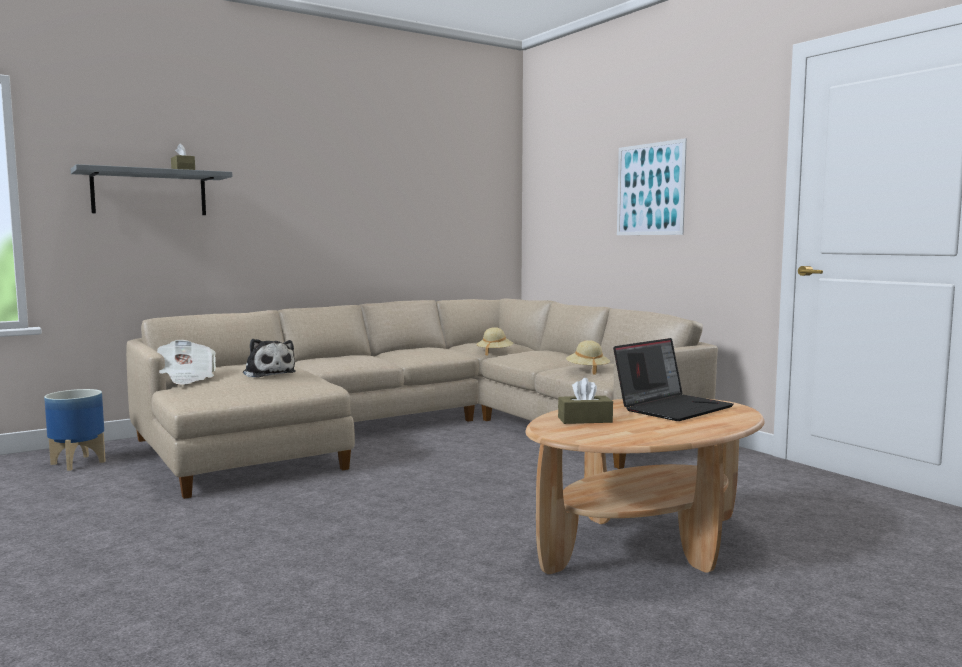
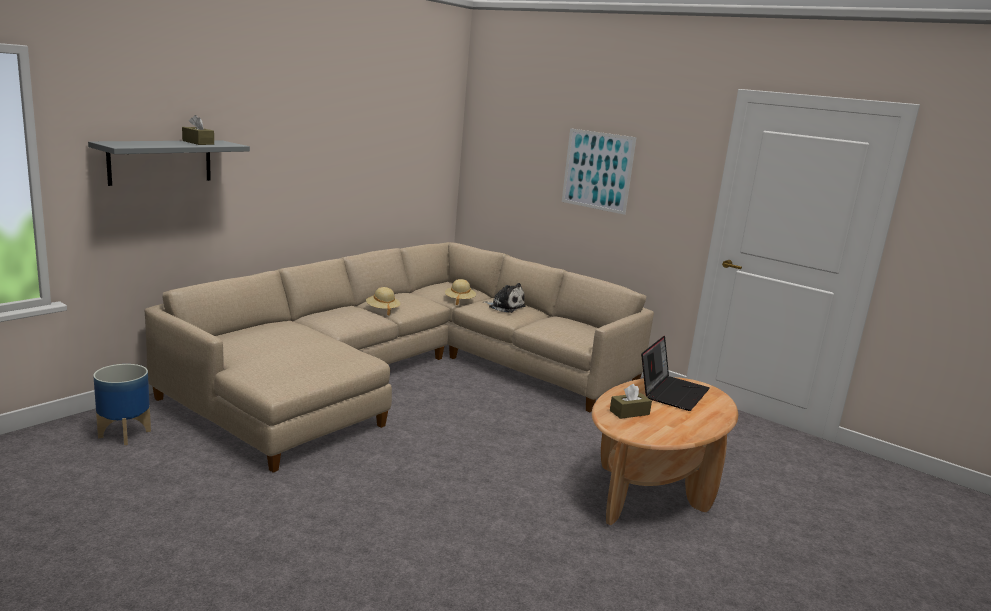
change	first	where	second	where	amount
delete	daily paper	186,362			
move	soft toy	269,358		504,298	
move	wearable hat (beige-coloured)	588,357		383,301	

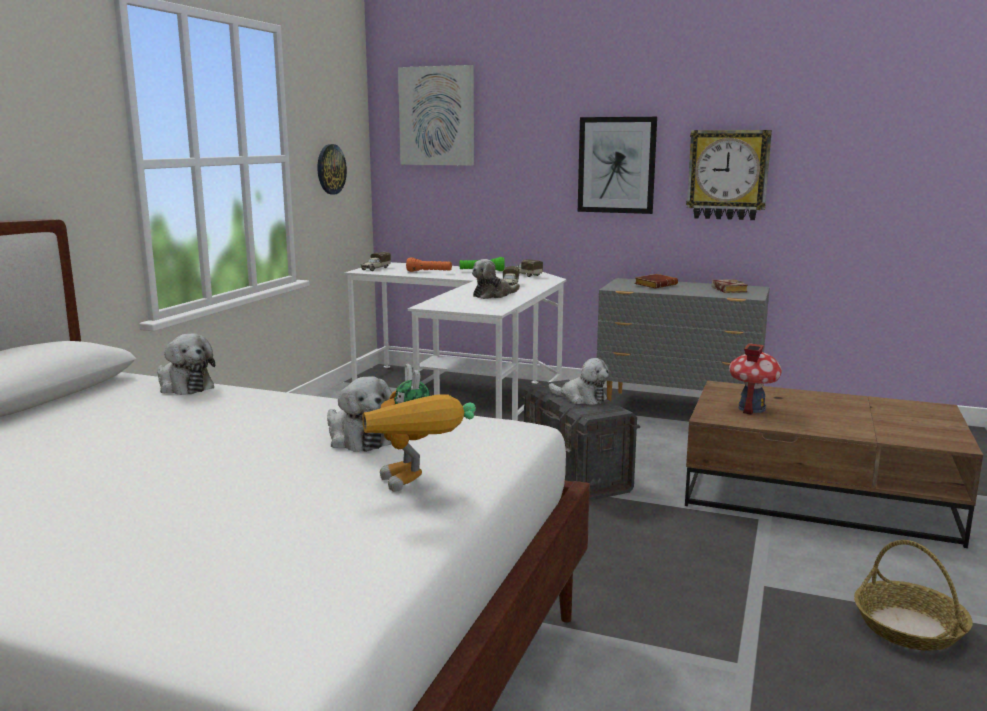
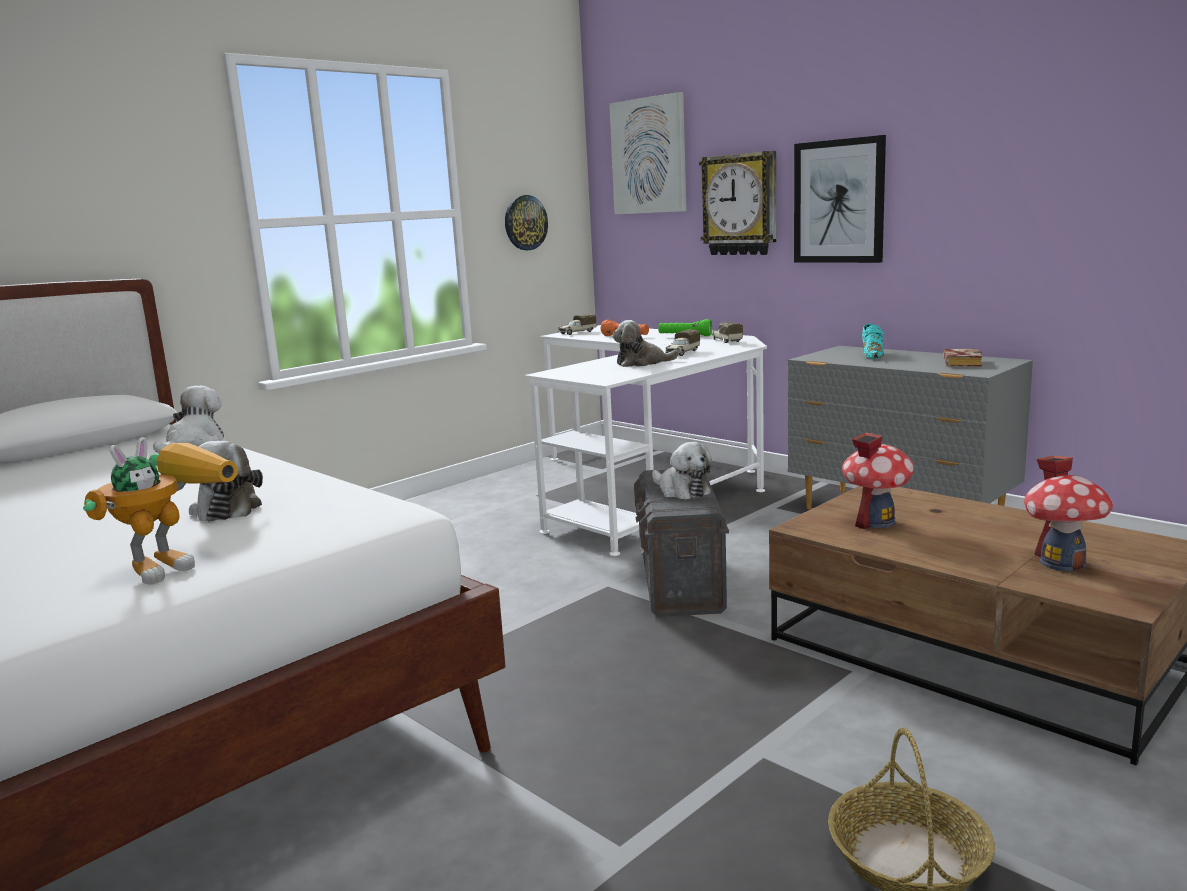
change	first	where	second	where	amount
insert			model house	1068,513	
move	clock on the wall	729,175		737,203	
replace	book (brown)	656,281	item of footwear (blue-green)	873,341	
rotate	soft toy	186,364		188,420	135 degrees counterclockwise
rotate	model robot	419,428		160,511	150 degrees counterclockwise

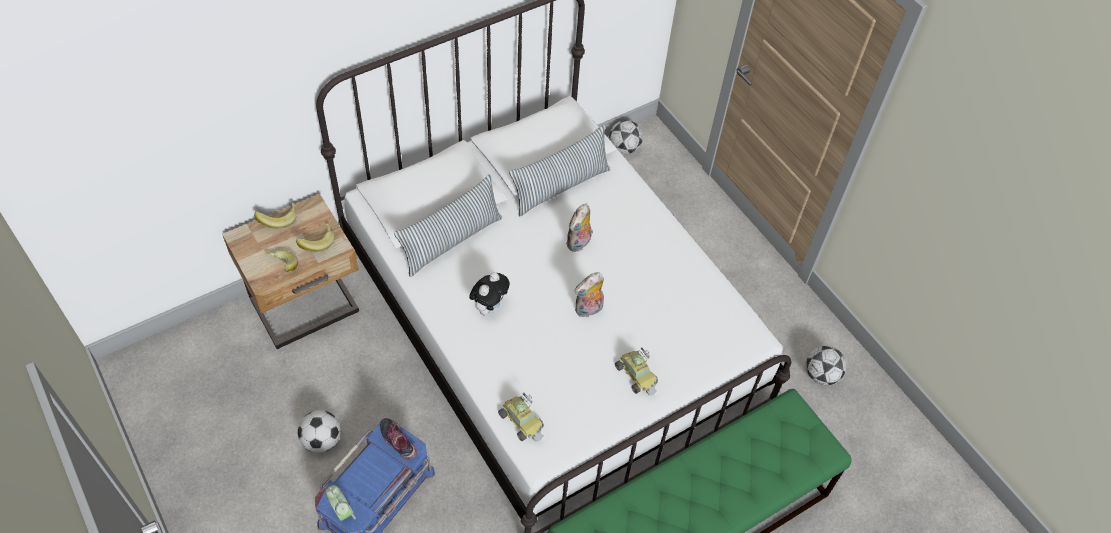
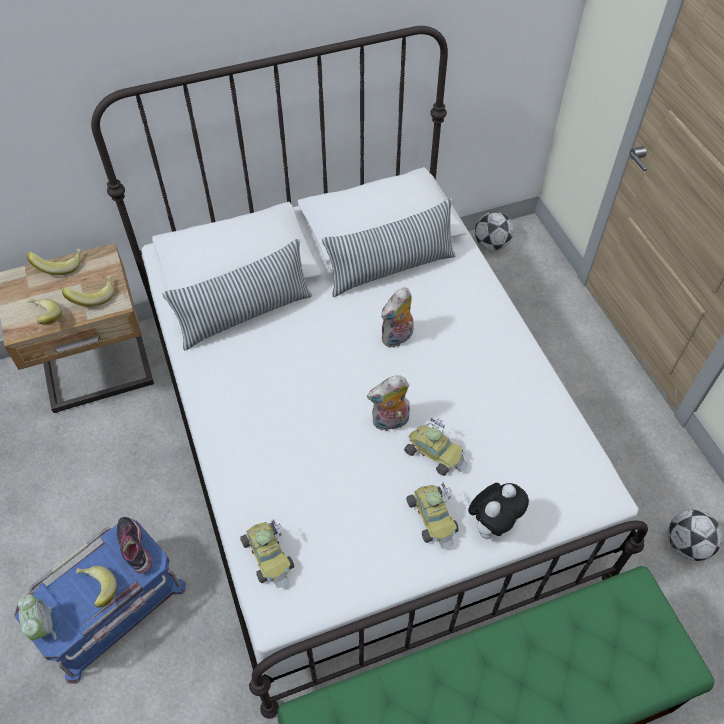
change	first	where	second	where	amount
delete	football ball	319,431			
insert			banana fruit	96,587	
insert			toy car	436,447	
move	soft toy	489,293		498,511	

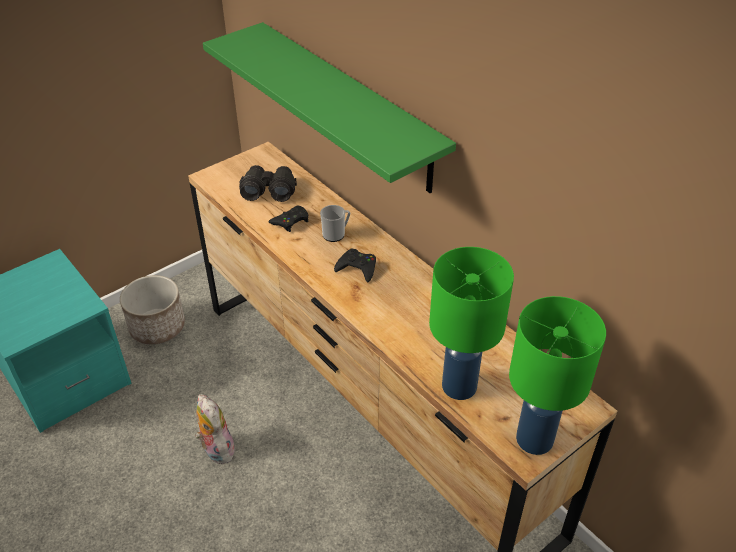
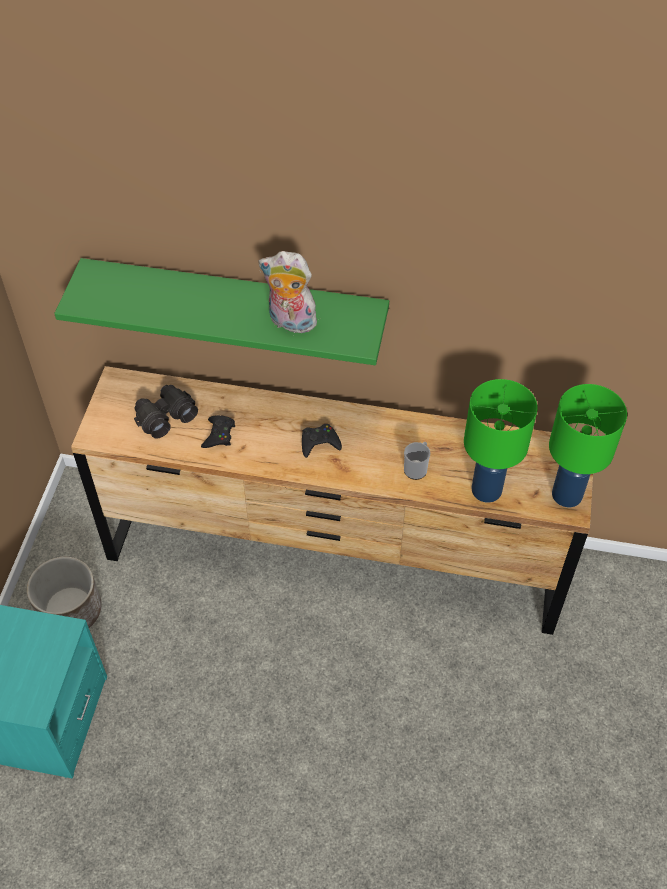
change	first	where	second	where	amount
move	soft toy	215,429		288,292	
move	coffee mug	335,223		417,461	

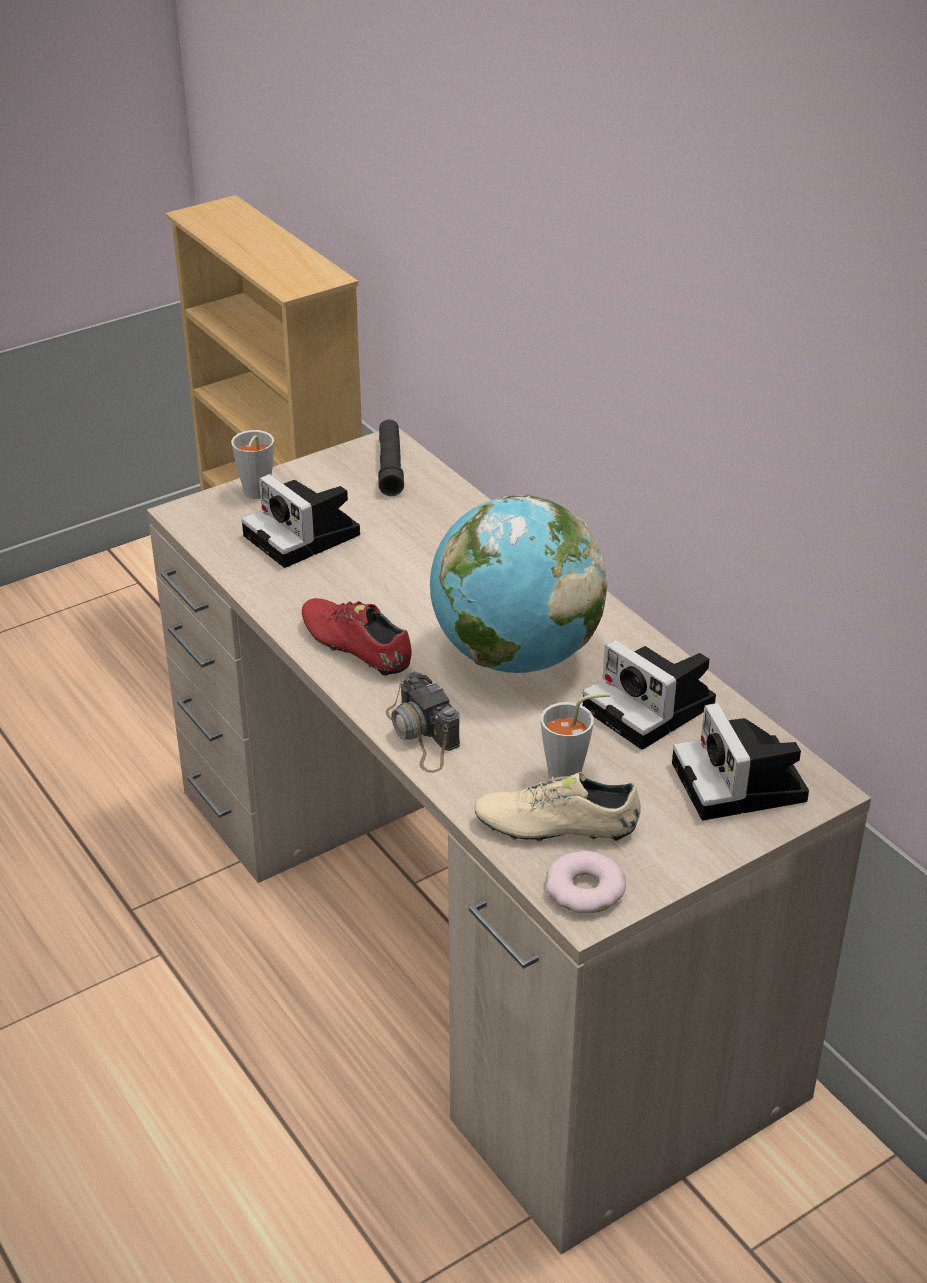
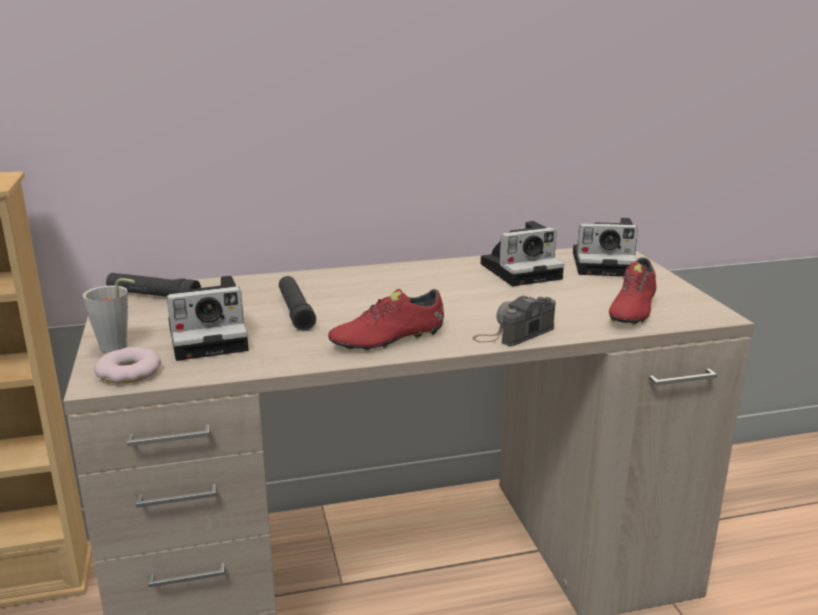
change	first	where	second	where	amount
delete	globe	518,584			
delete	drinking cup (gray)	575,736			
insert			torch (blackish)	297,303	
move	ring doughnut	586,881		127,365	
recolor	item of footwear (beige-coloured)	557,807	item of footwear (reddish)	632,291	
rotate	photo camera	422,722		514,321	150 degrees clockwise

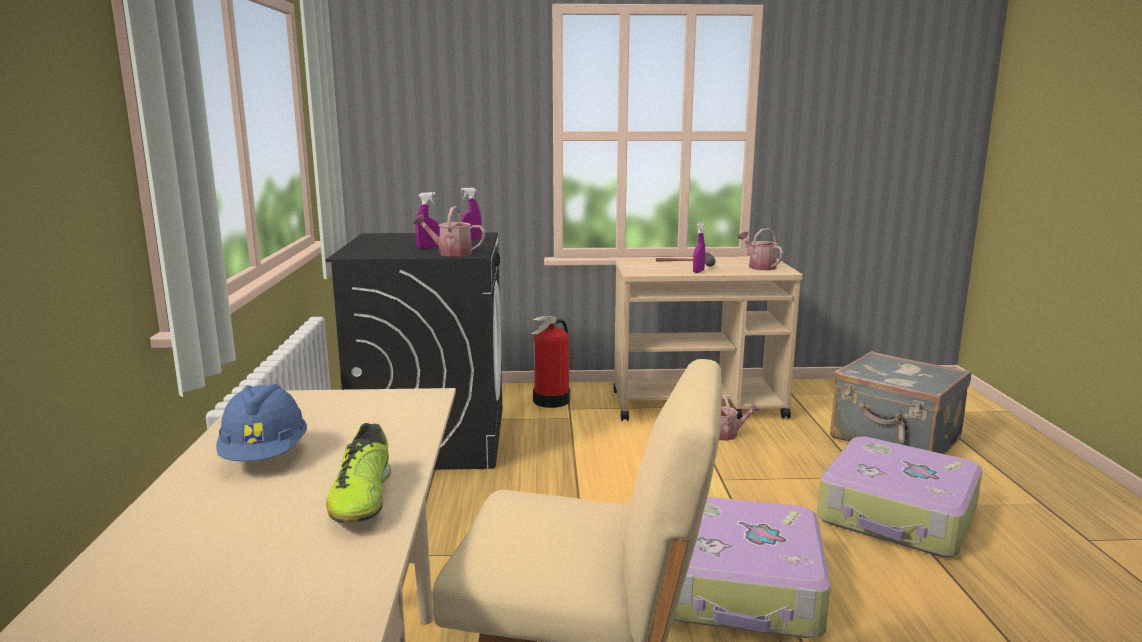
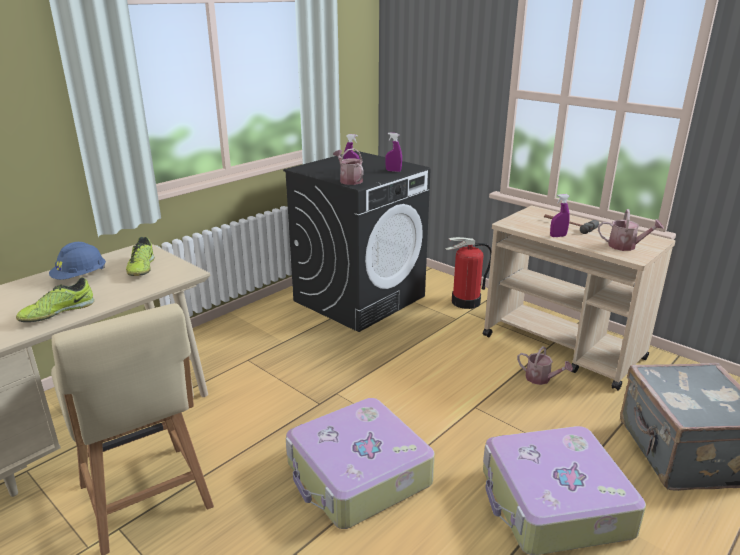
change	first	where	second	where	amount
insert			item of footwear	140,256	
rotate	watering can	760,249		631,230	90 degrees clockwise

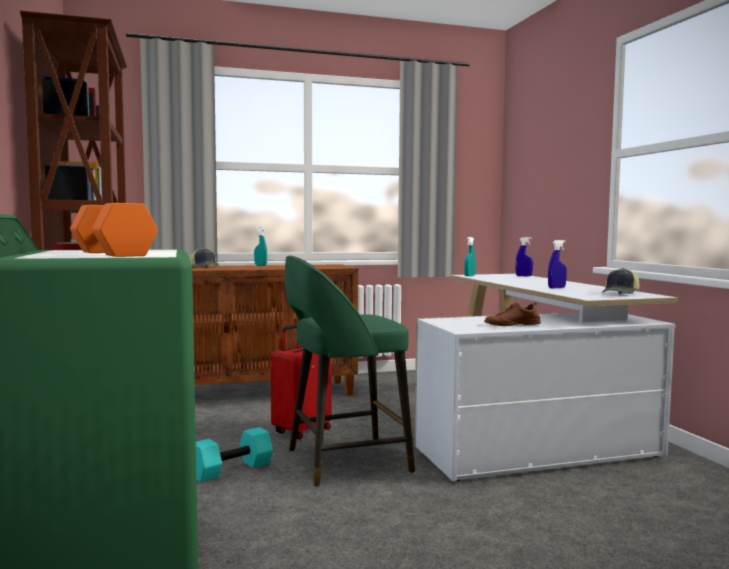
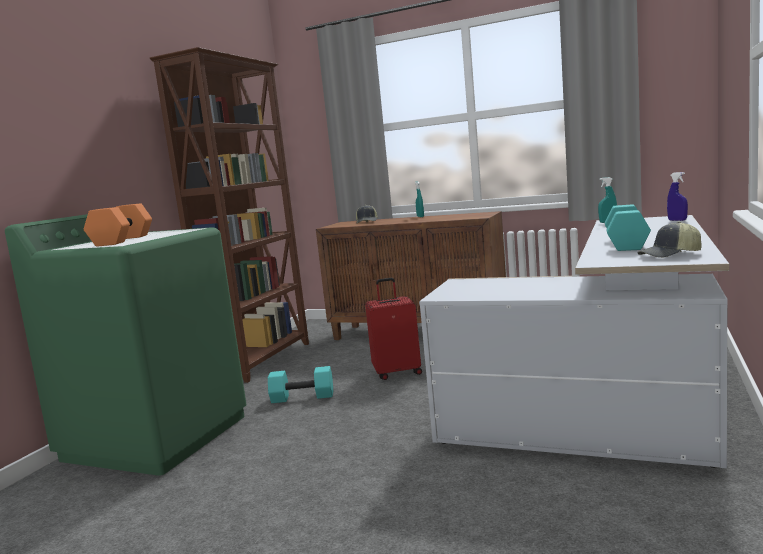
change	first	where	second	where	amount
delete	stool (green)	350,371			
delete	item of footwear (brown)	512,314			
replace	sprayer (blue)	557,264	dumbbell (blue-green)	628,227	

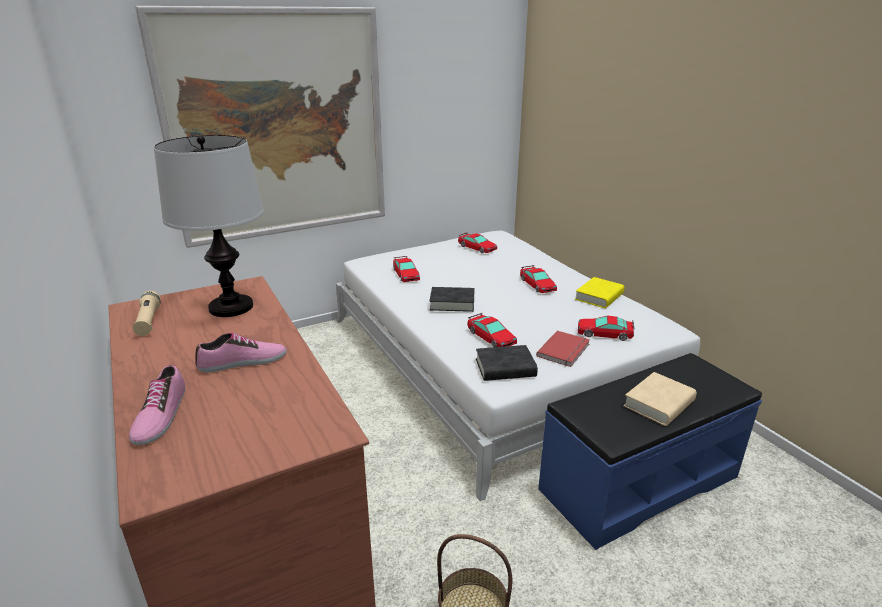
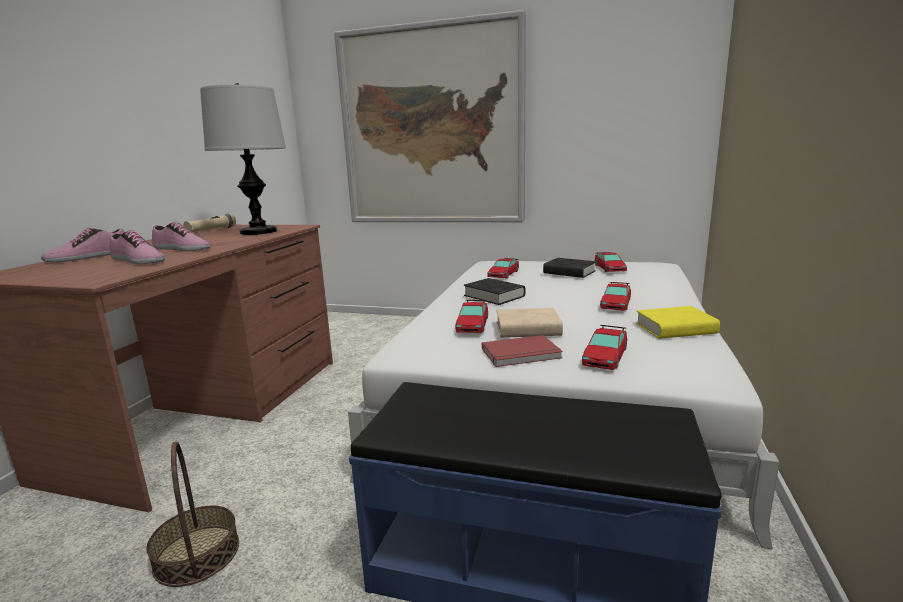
change	first	where	second	where	amount
insert			item of footwear	137,247	
move	book (blackish)	507,363		569,268	
move	book (beige-coloured)	660,399		529,323	
rotate	toy car	606,328		604,347	120 degrees counterclockwise

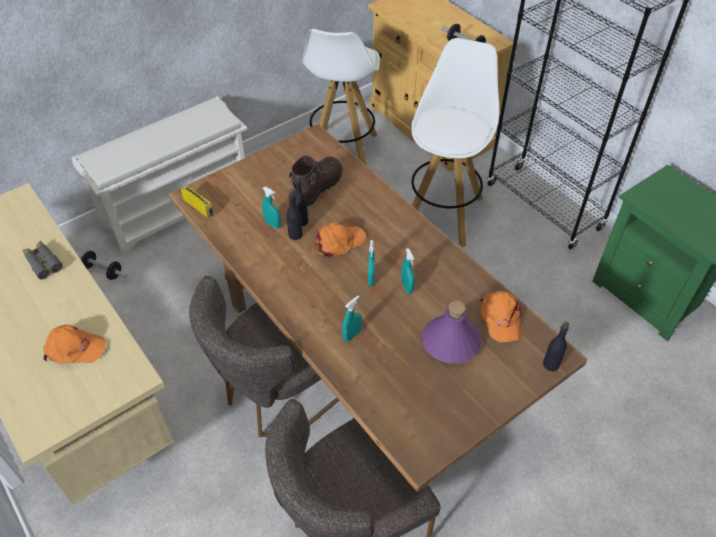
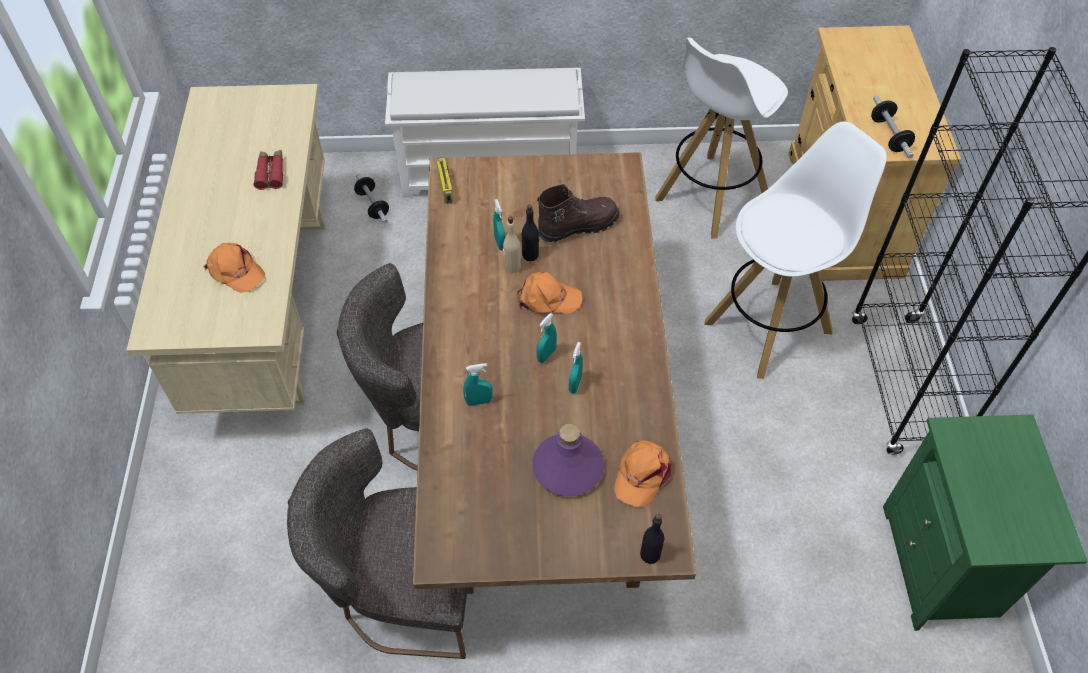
change	first	where	second	where	amount
recolor	binoculars (gray)	42,260	binoculars (reddish)	268,170	
recolor	drink bottle (blackish)	295,215	drink bottle (beige-coloured)	512,244	

